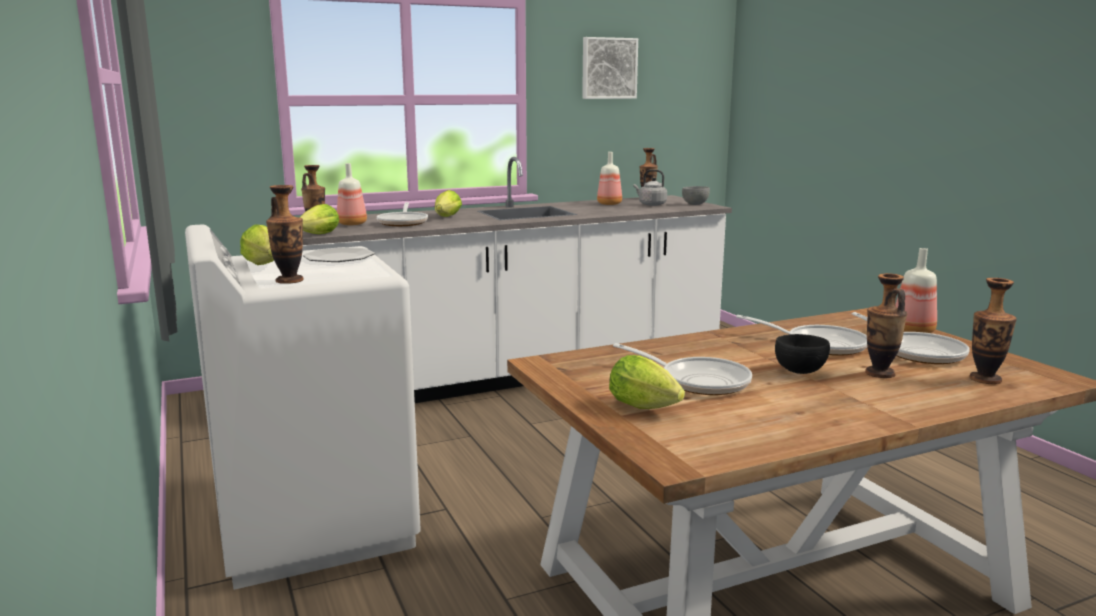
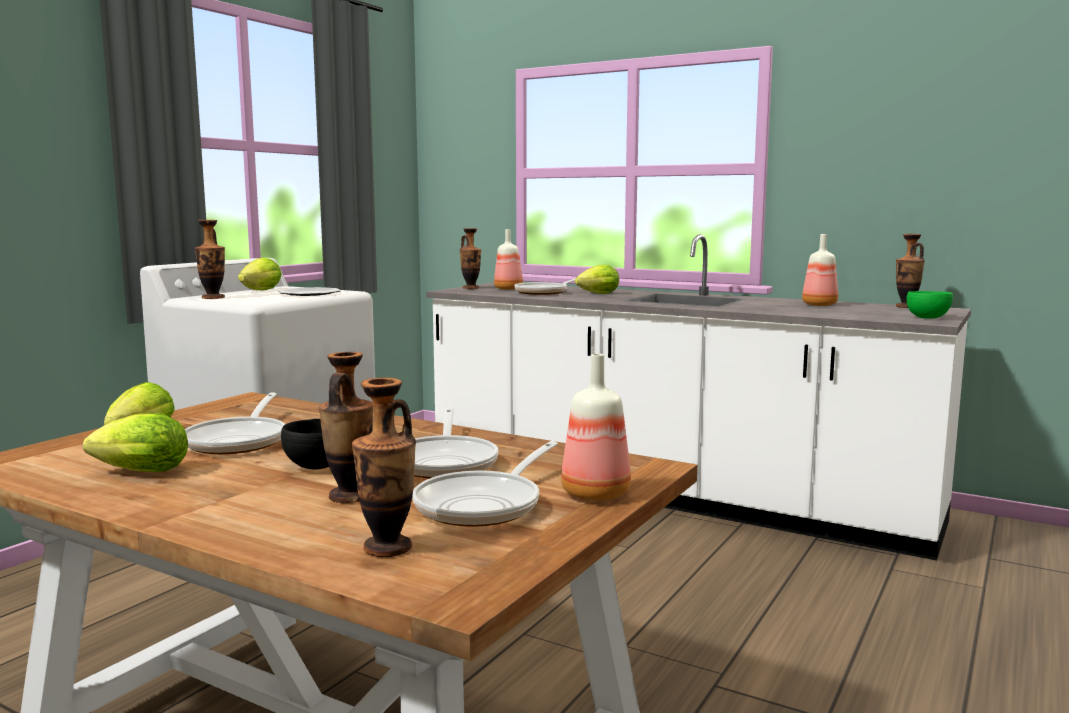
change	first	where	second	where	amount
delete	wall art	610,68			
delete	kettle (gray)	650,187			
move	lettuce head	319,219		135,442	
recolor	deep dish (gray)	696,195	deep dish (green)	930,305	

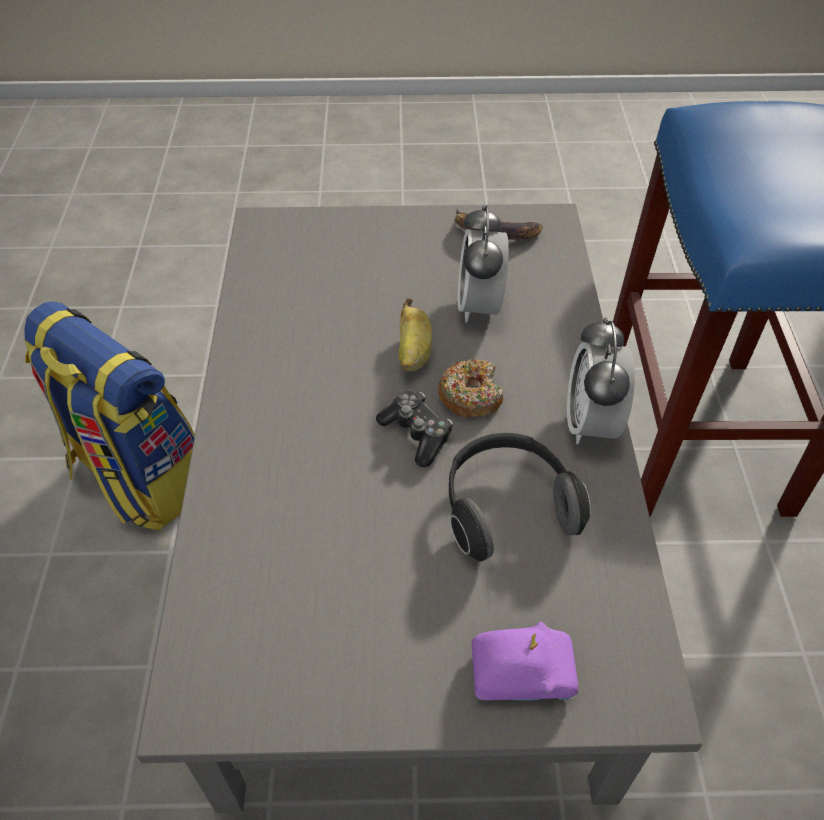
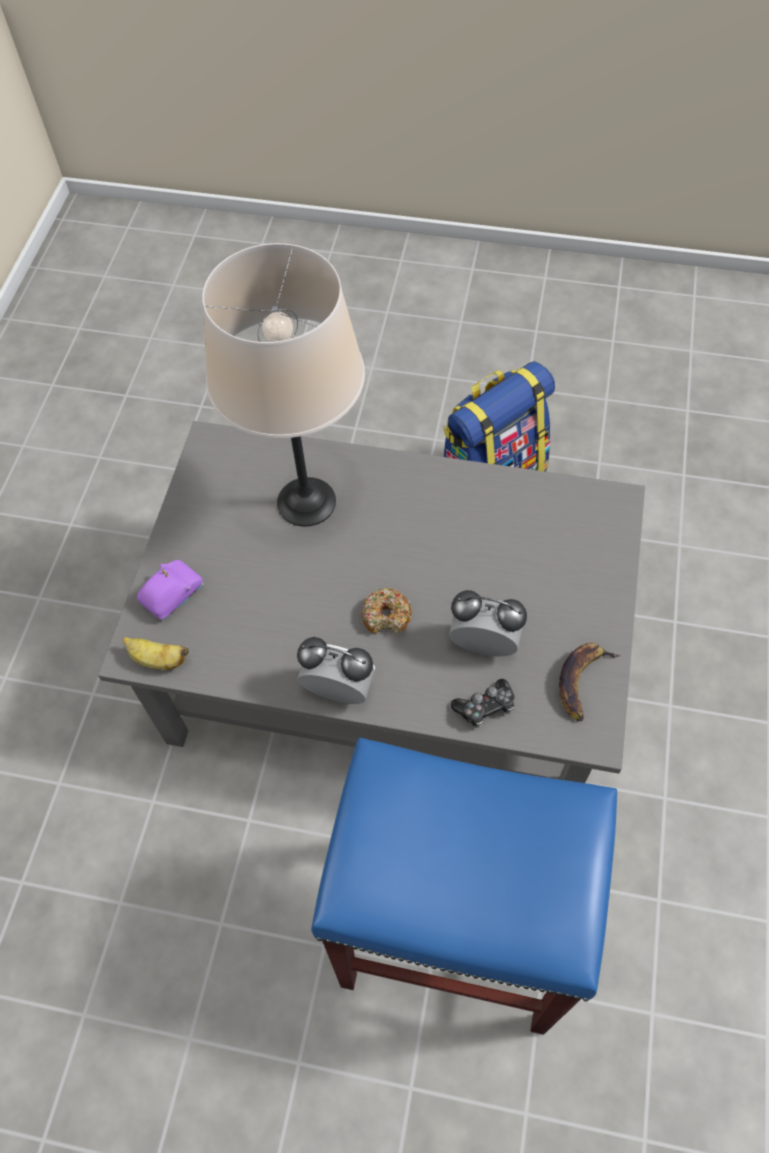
change	first	where	second	where	amount
delete	headset	520,497			
insert			lamp for a table (beige-coloured)	283,384	
move	joypad	414,429		483,703	
move	banana fruit	415,334		156,653	
rotate	toy car (purplish)	525,661		170,590	150 degrees counterclockwise

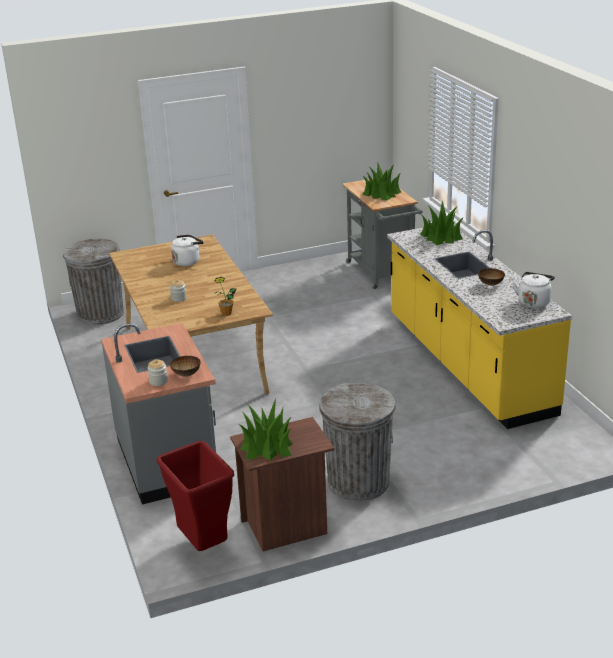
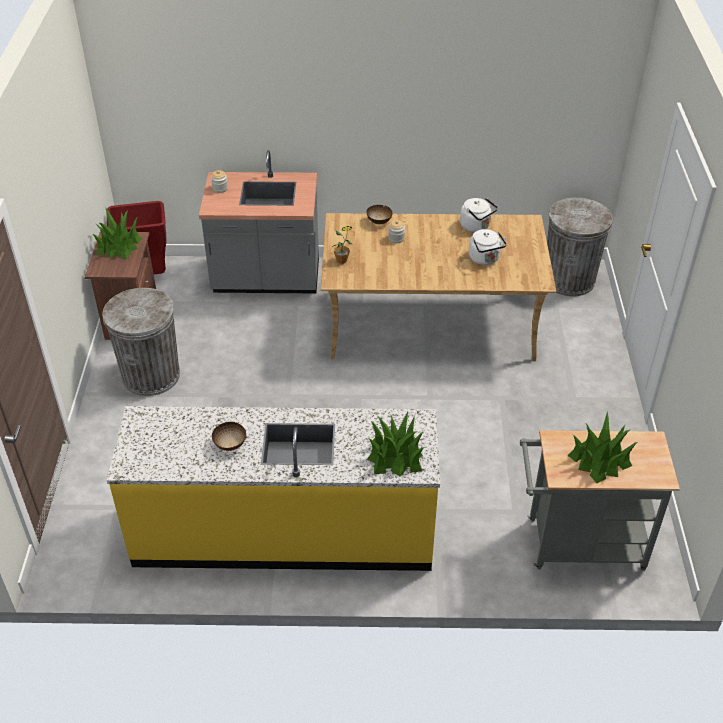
change	first	where	second	where	amount
move	deep dish	185,366		379,215	
move	kettle (whitish)	533,290		479,215	

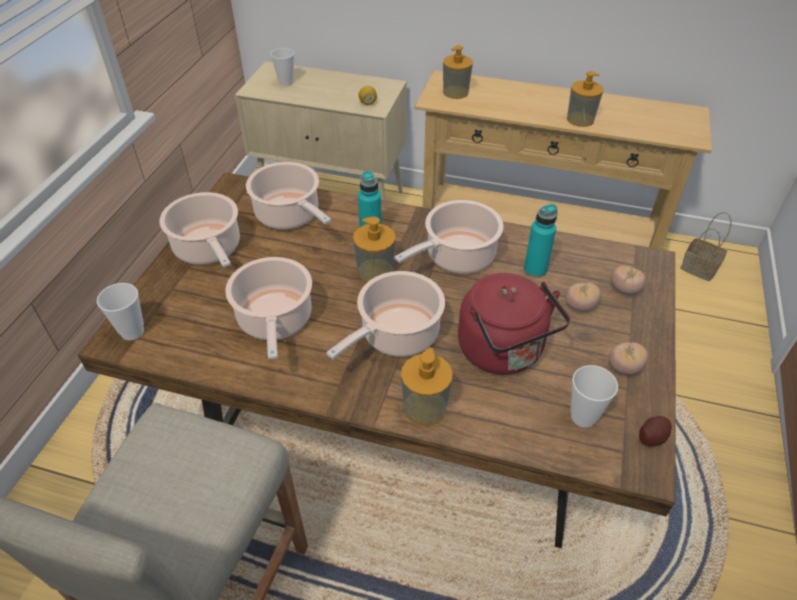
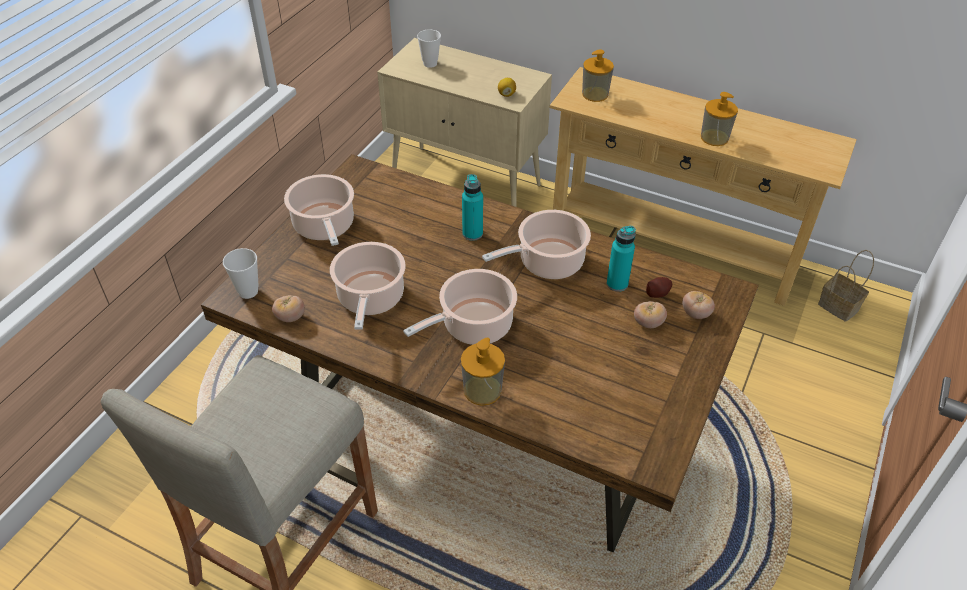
change	first	where	second	where	amount
delete	stockpot	288,195			
delete	soap bottle	374,249			
delete	kettle (reddish)	514,324			
delete	drinking cup	594,396			
move	tomato	628,358		288,308	
move	whole potato	655,431		659,287	

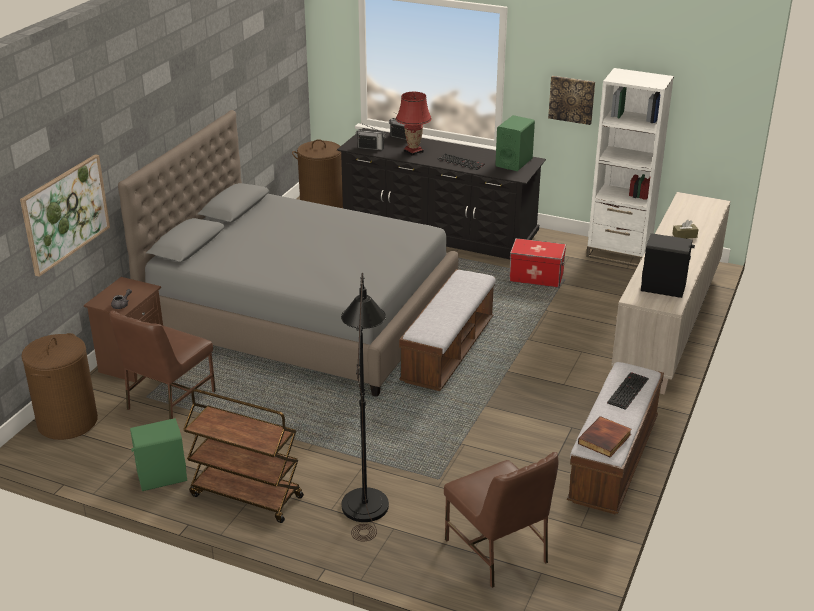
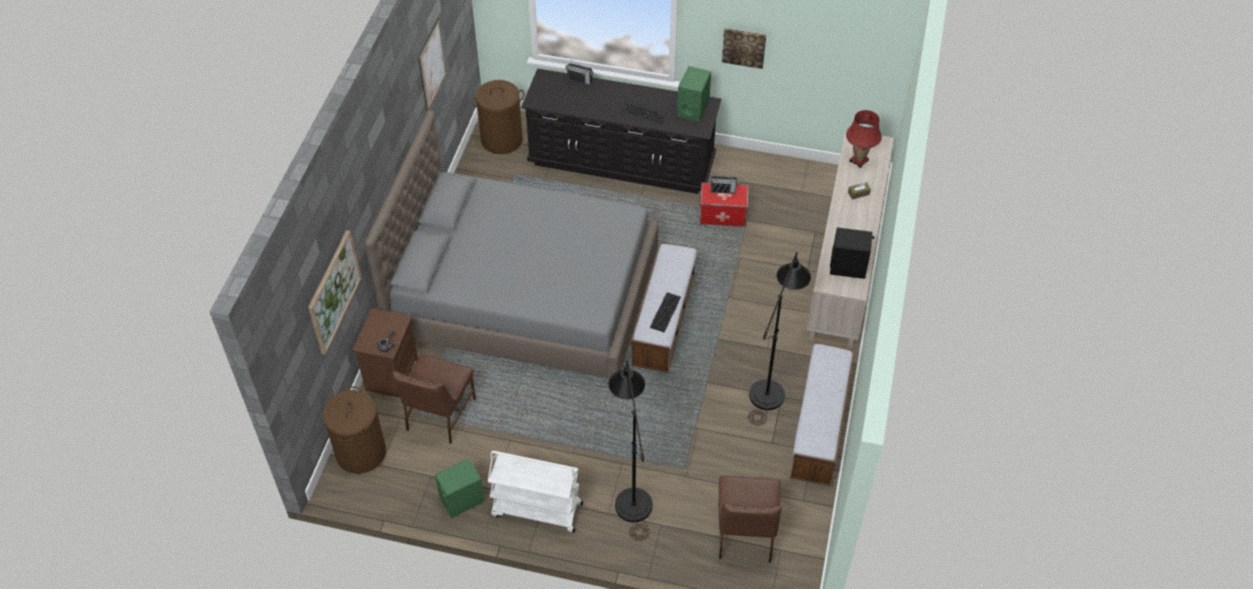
change	first	where	second	where	amount
delete	book	605,436			
delete	shelving unit (whitish)	630,167			
insert			wall art	432,64	
insert			standing lamp (blackish)	779,339	
move	radio receiver	371,137		724,183	
move	lamp for a table (reddish)	414,123		864,139	
move	keyboard	628,391		665,312	
recolor	wheeled cart (brown)	243,456	wheeled cart (whitish)	535,492	
rotate	upright chair (brown)	501,520		750,519	45 degrees clockwise

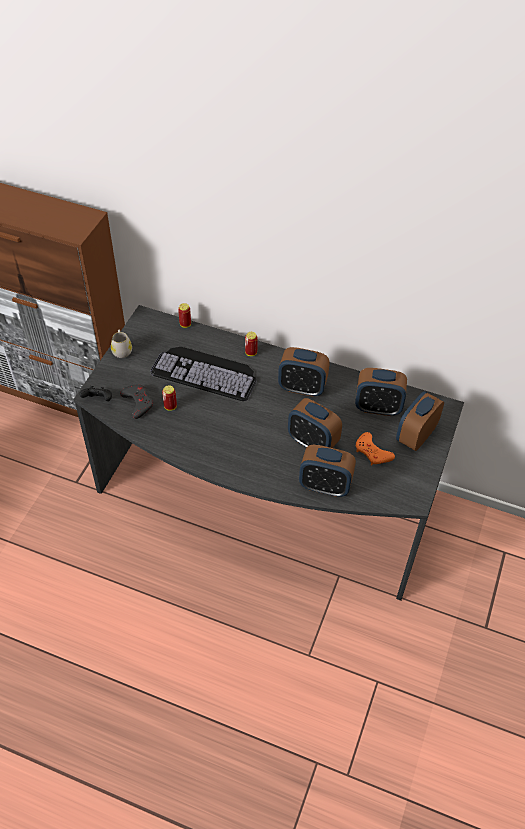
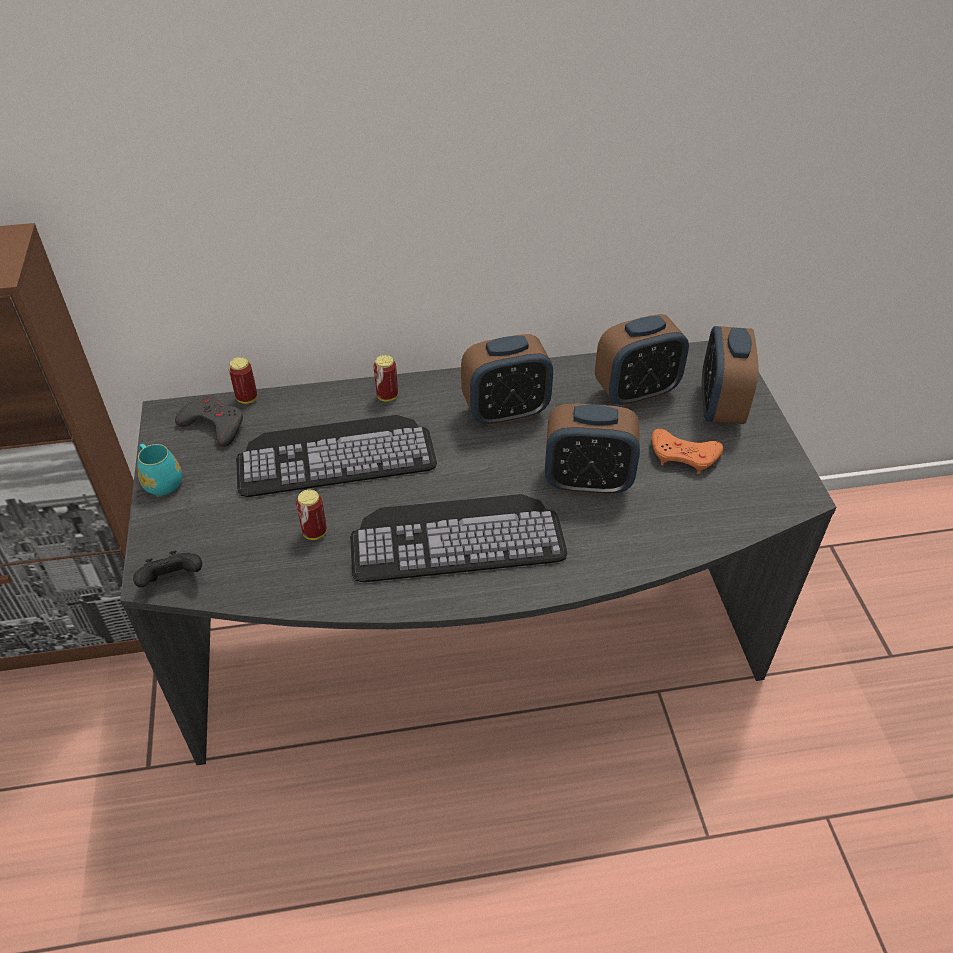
change	first	where	second	where	amount
delete	alarm clock	327,471			
insert			keyboard	459,538	
move	joypad (gray)	136,402		209,421	
recolor	coffee mug (whitish)	121,343	coffee mug (blue-green)	159,469	

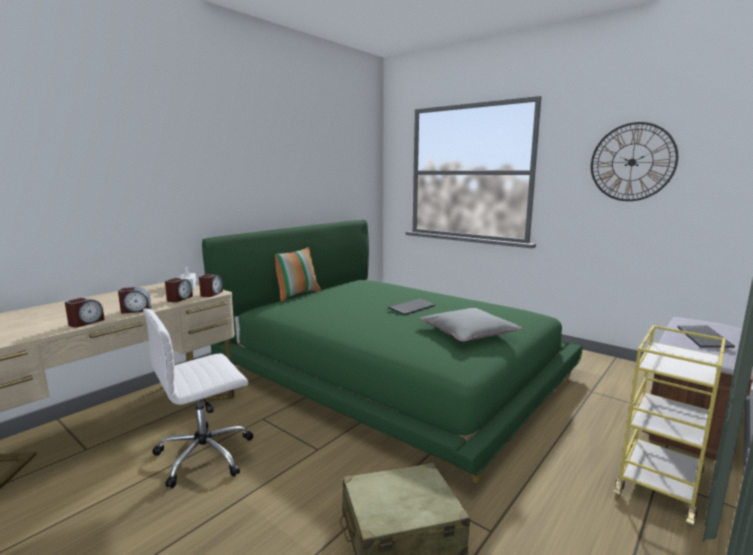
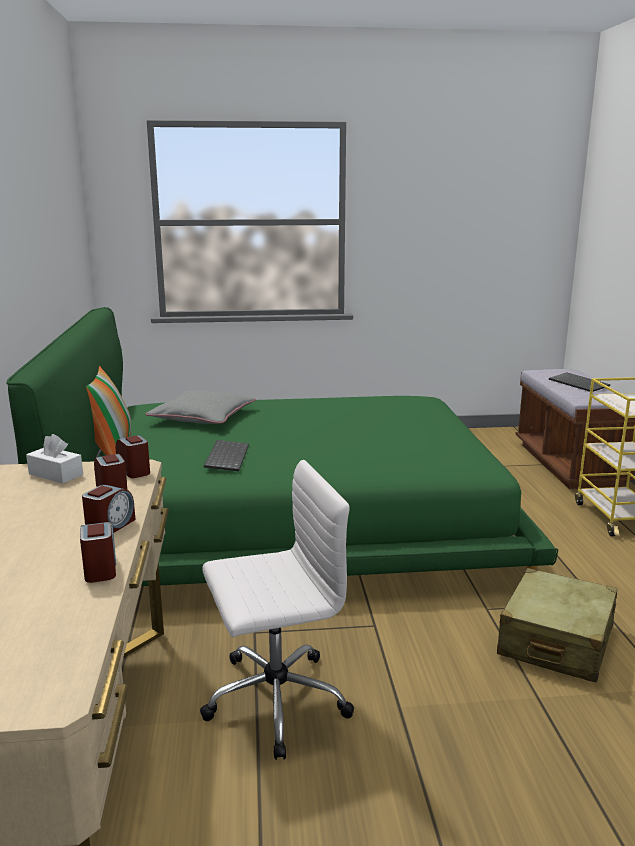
change	first	where	second	where	amount
delete	clock on the wall	634,161			
move	keyboard	412,306		226,455	
move	cushion (gray)	471,325		200,407	
rotate	desk chair (whitish)	198,398		277,610	120 degrees counterclockwise

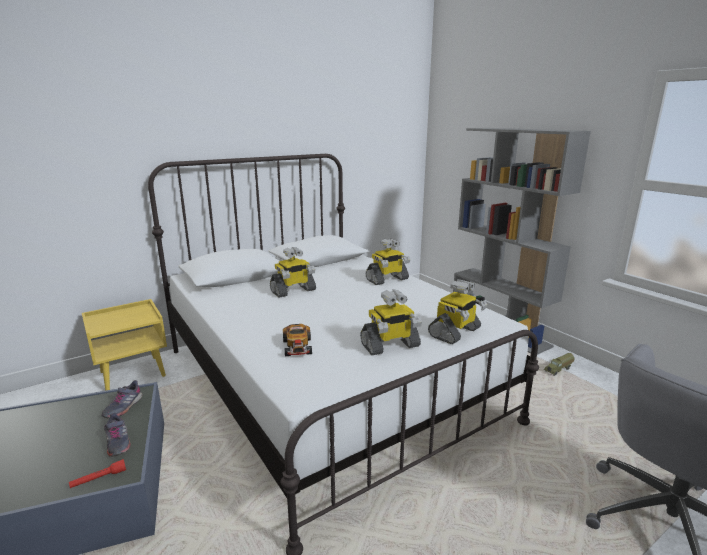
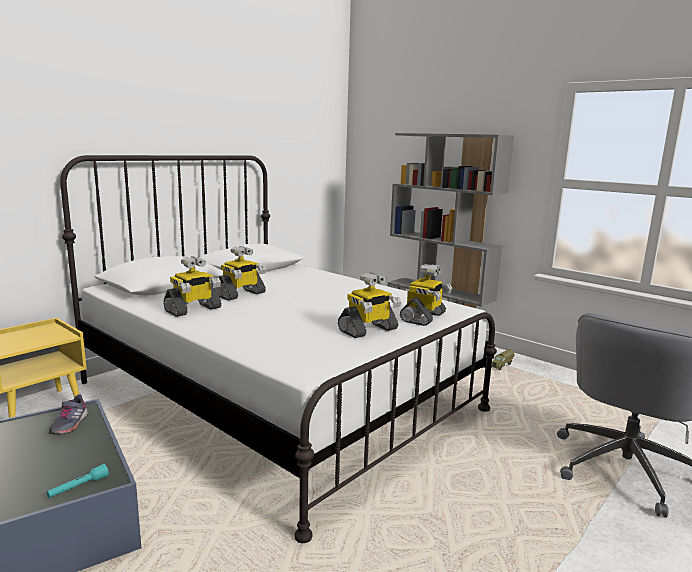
change	first	where	second	where	amount
delete	item of footwear (gray)	117,435			
delete	toy car	297,340			
move	model robot	387,261		192,286	
recolor	torch (reddish)	97,473	torch (blue-green)	78,481	

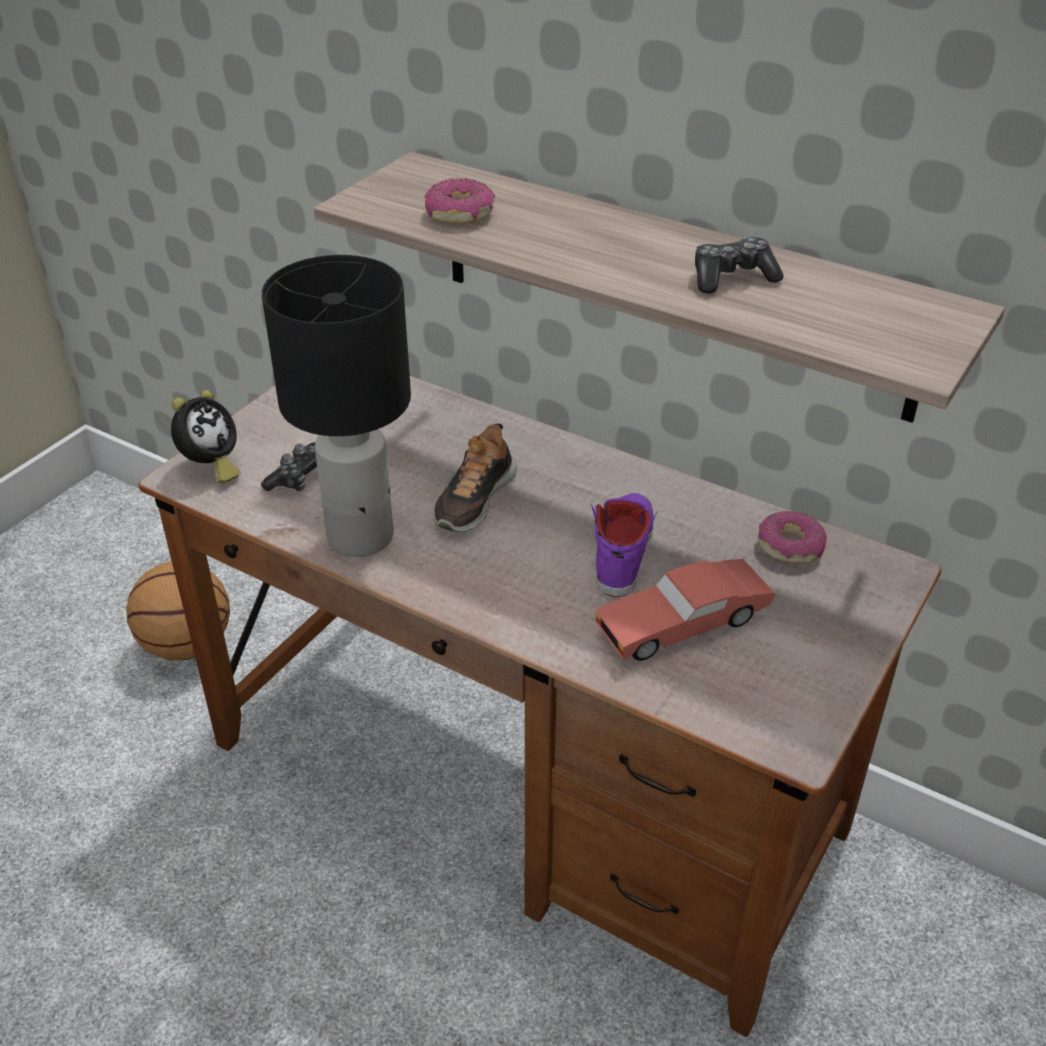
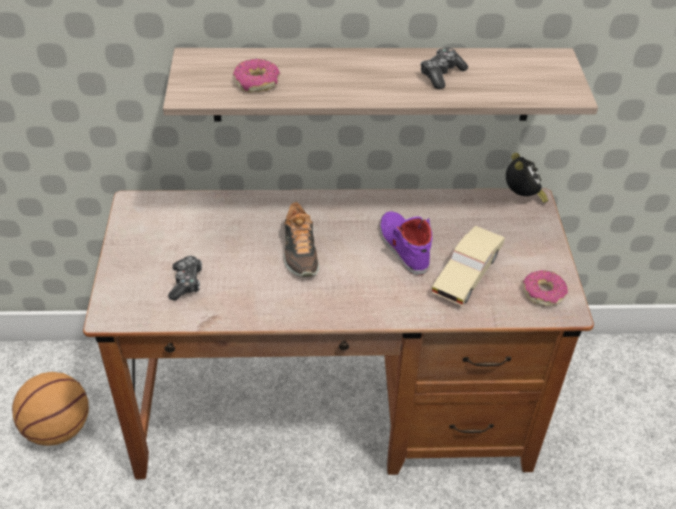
change	first	where	second	where	amount
delete	lamp for a table (blackish)	336,406			
move	alarm clock	205,437		527,178	
move	ring doughnut	792,537		545,288	
recolor	toy car (reddish)	685,610	toy car (beige-coloured)	468,266	

